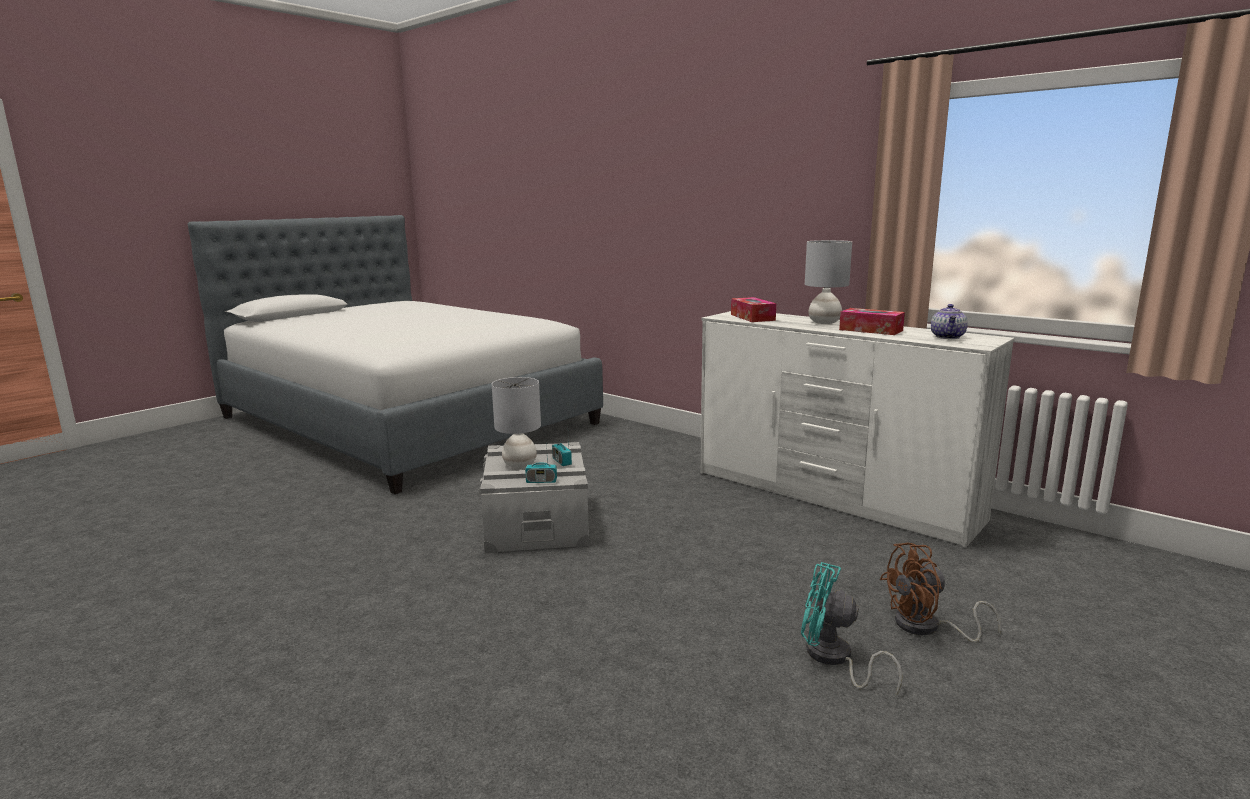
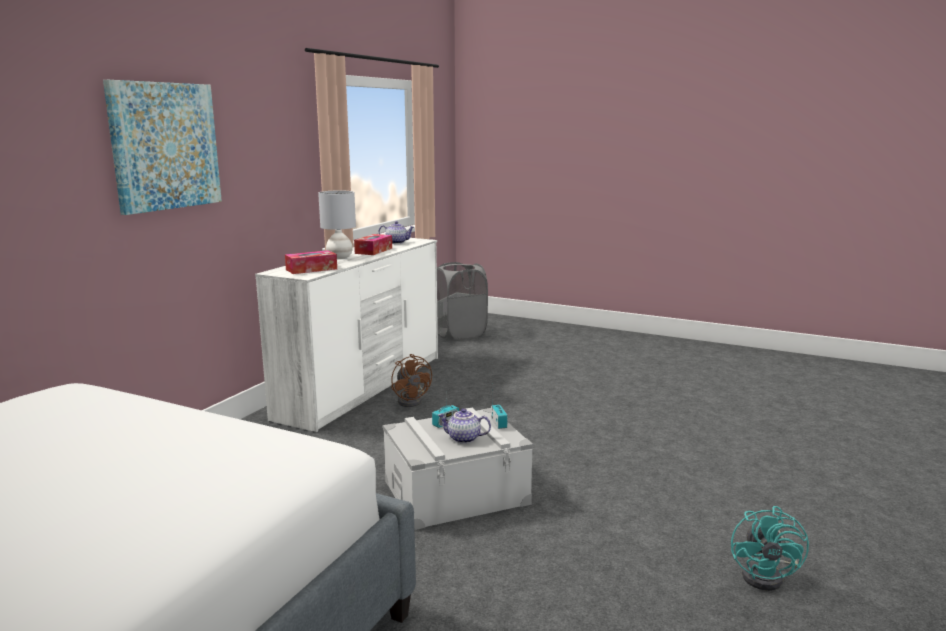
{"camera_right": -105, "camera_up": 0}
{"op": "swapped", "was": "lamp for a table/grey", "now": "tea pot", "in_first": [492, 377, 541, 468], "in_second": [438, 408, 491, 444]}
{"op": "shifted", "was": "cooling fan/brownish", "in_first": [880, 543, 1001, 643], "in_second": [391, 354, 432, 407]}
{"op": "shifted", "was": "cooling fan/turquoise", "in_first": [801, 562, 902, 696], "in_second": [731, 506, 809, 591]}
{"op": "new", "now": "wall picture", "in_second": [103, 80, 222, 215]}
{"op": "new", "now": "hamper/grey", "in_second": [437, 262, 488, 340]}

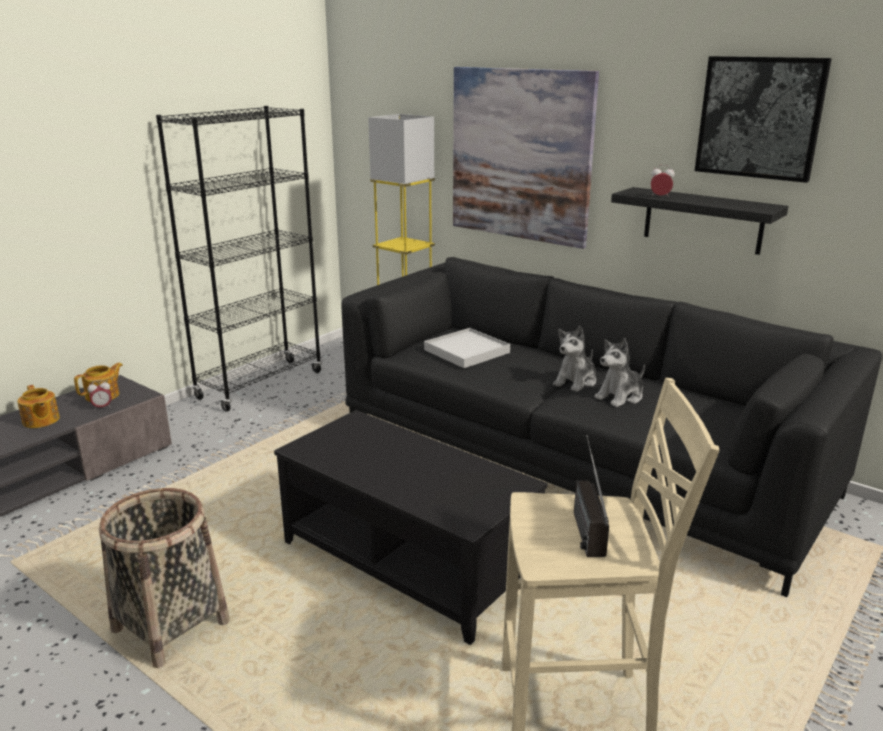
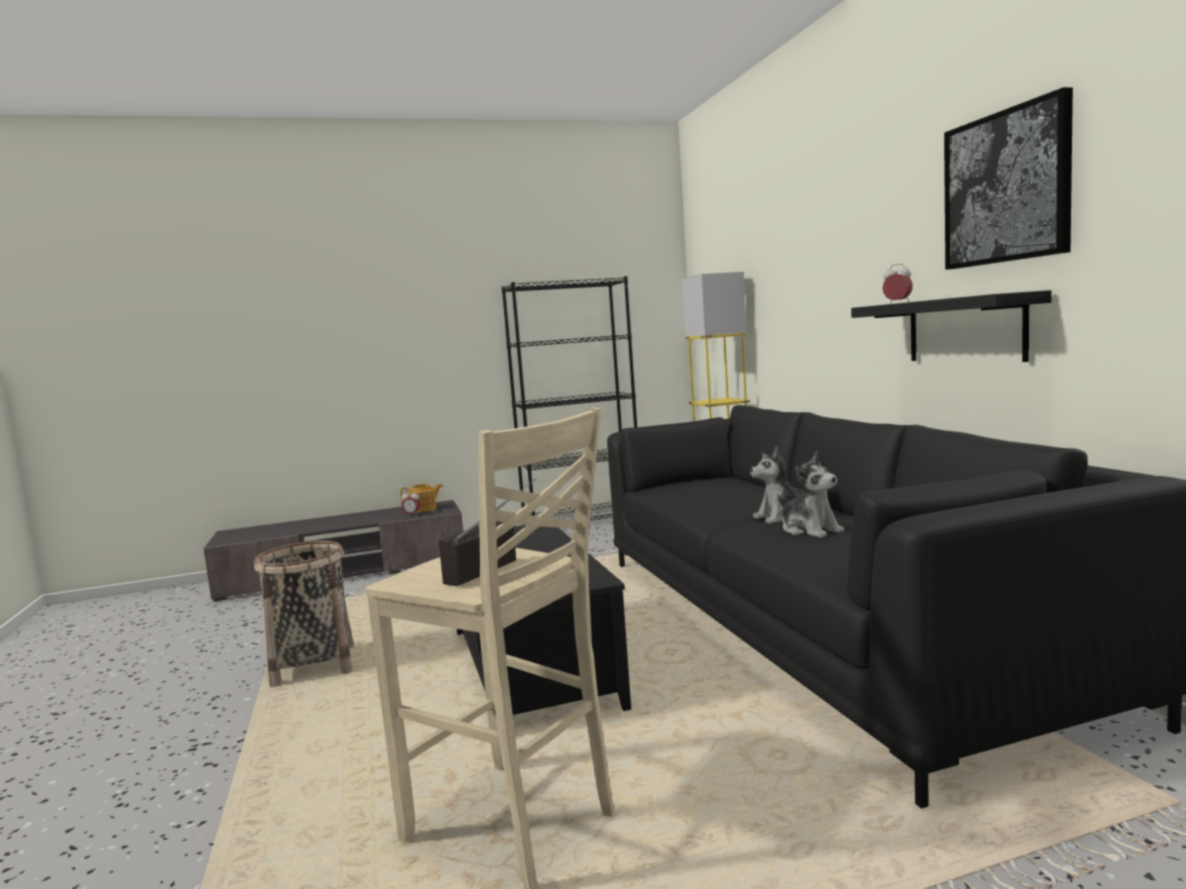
{"camera_right": 35, "camera_up": -15}
{"op": "gone", "was": "wall picture", "in_first": [453, 67, 599, 249]}
{"op": "gone", "was": "tray/whitish", "in_first": [424, 328, 510, 368]}
{"op": "rotated", "was": "soft toy", "in_first": [594, 338, 645, 407], "in_second": [777, 451, 844, 538], "clockwise": -120}
{"op": "gone", "was": "tea pot", "in_first": [17, 385, 60, 428]}

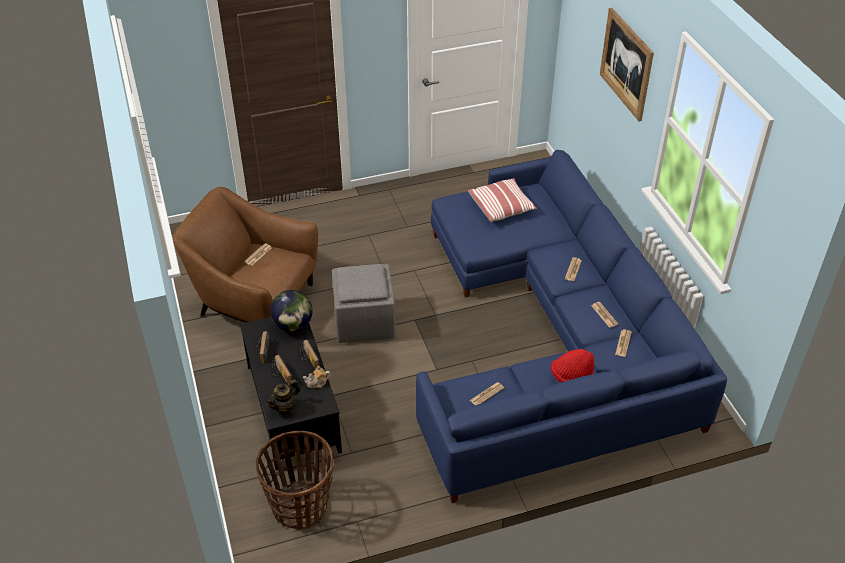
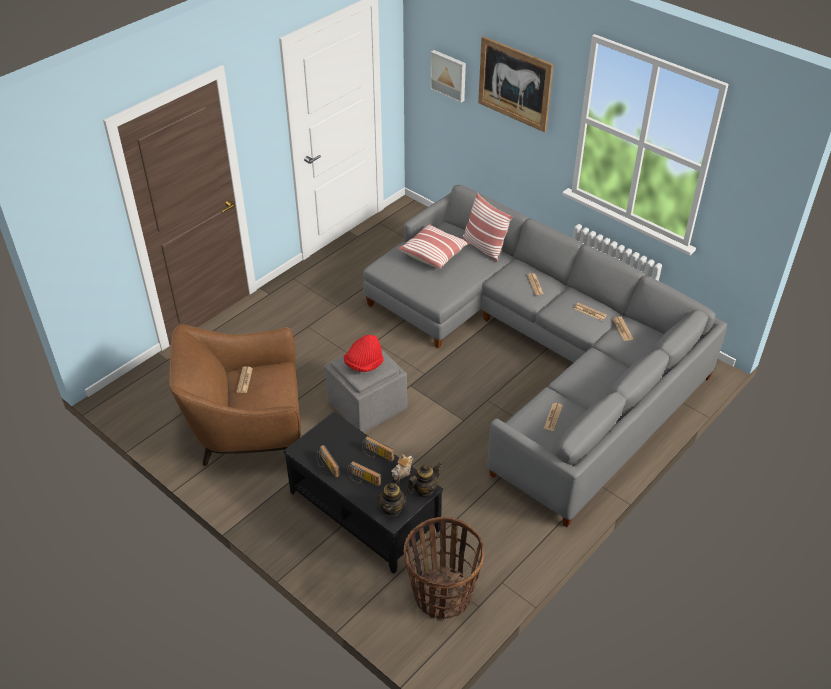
{"camera_right": -30, "camera_up": 0}
{"op": "repainted", "was": "couch/blue", "now": "couch/grey", "in_first": [416, 150, 727, 503], "in_second": [363, 185, 727, 527]}
{"op": "gone", "was": "desk globe", "in_first": [270, 290, 313, 332]}
{"op": "shifted", "was": "hat/red-coloured", "in_first": [551, 349, 594, 383], "in_second": [344, 335, 383, 372]}
{"op": "new", "now": "wall picture", "in_second": [430, 50, 466, 103]}
{"op": "new", "now": "throw pillow", "in_second": [462, 193, 513, 261]}
{"op": "new", "now": "tea pot", "in_second": [407, 463, 442, 497]}

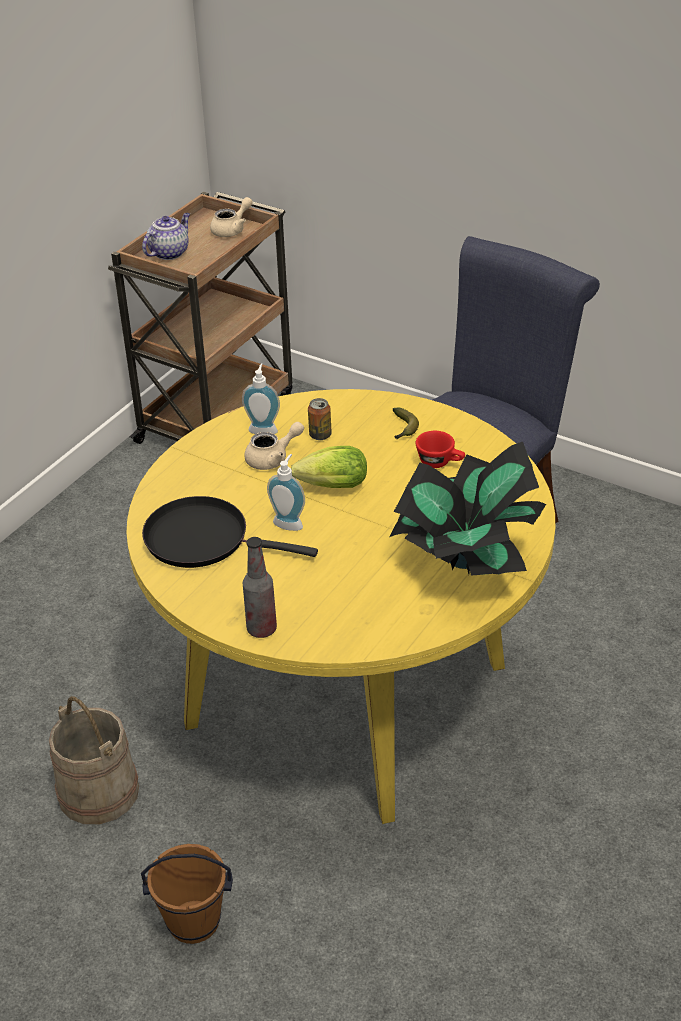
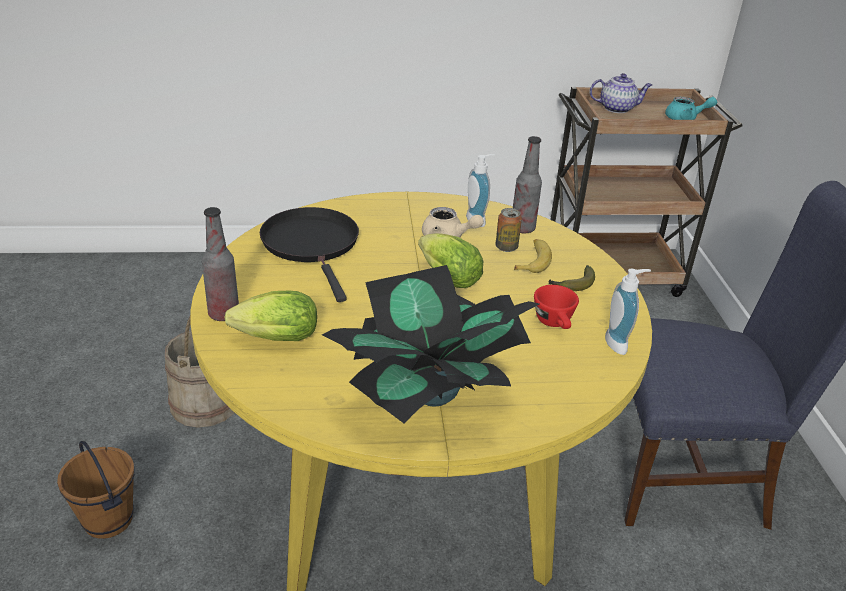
{"camera_right": 50, "camera_up": -5}
{"op": "repainted", "was": "tea pot/beige", "now": "tea pot/turquoise", "in_first": [210, 197, 253, 237], "in_second": [665, 97, 717, 120]}
{"op": "shifted", "was": "liquid soap bottle", "in_first": [267, 454, 305, 531], "in_second": [605, 269, 651, 355]}
{"op": "new", "now": "bottle", "in_second": [513, 136, 542, 233]}
{"op": "new", "now": "whole banana", "in_second": [514, 239, 552, 273]}
{"op": "new", "now": "lettuce head", "in_second": [224, 291, 317, 341]}

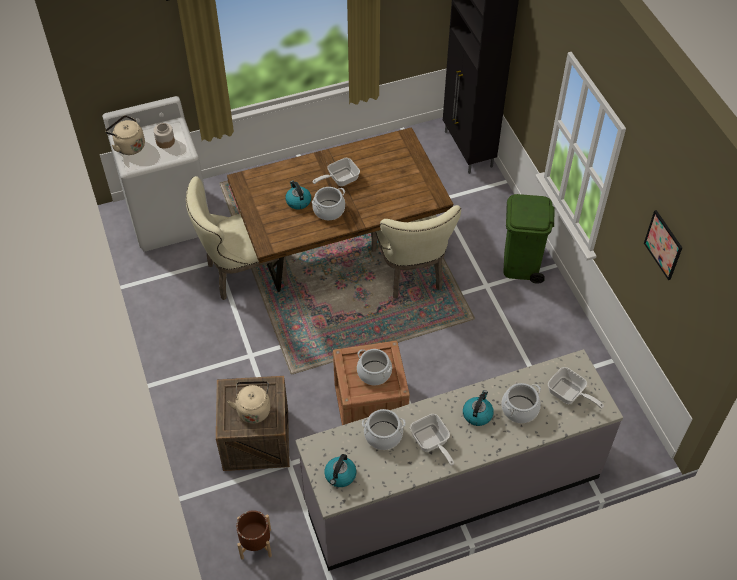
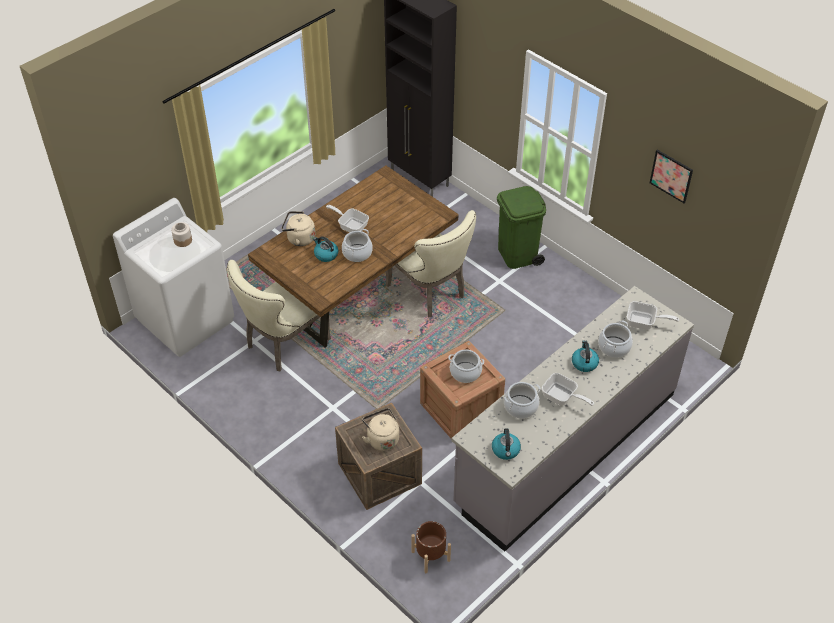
{"camera_right": -25, "camera_up": -5}
{"op": "shifted", "was": "kettle/beige", "in_first": [105, 115, 145, 155], "in_second": [281, 211, 315, 246]}
{"op": "rotated", "was": "pan", "in_first": [313, 158, 360, 186], "in_second": [326, 205, 369, 233], "clockwise": 90}

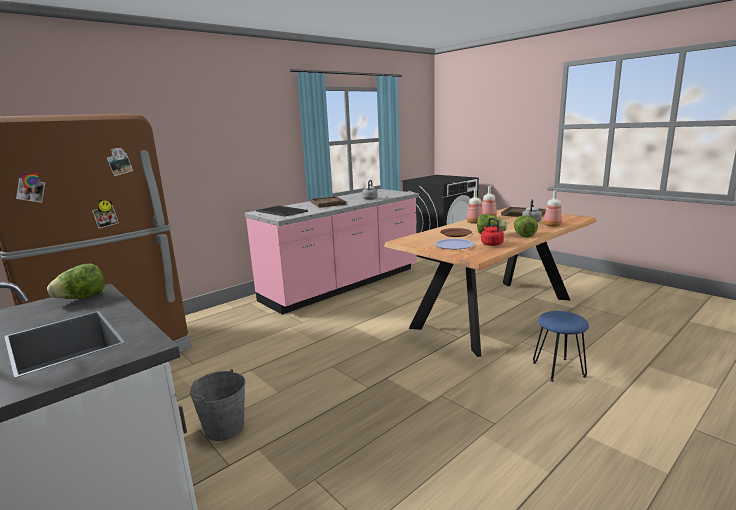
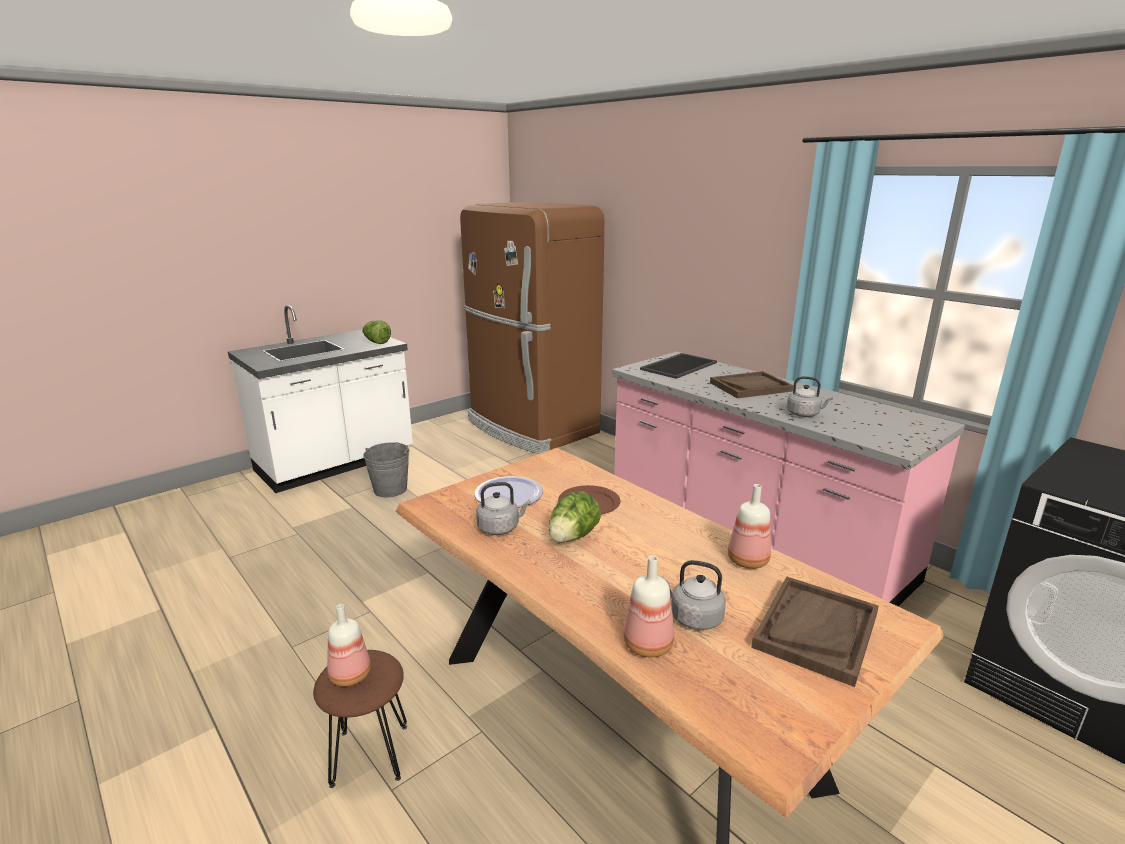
{"camera_right": 90, "camera_up": 5}
{"op": "shifted", "was": "bottle", "in_first": [467, 189, 483, 224], "in_second": [327, 604, 371, 687]}
{"op": "gone", "was": "lettuce head", "in_first": [514, 215, 538, 237]}
{"op": "repainted", "was": "kettle/red-coloured", "now": "kettle/grey", "in_first": [481, 217, 504, 246], "in_second": [476, 482, 531, 535]}
{"op": "repainted", "was": "stool seat/blue", "now": "stool seat/brownish", "in_first": [533, 311, 589, 382], "in_second": [313, 650, 407, 788]}

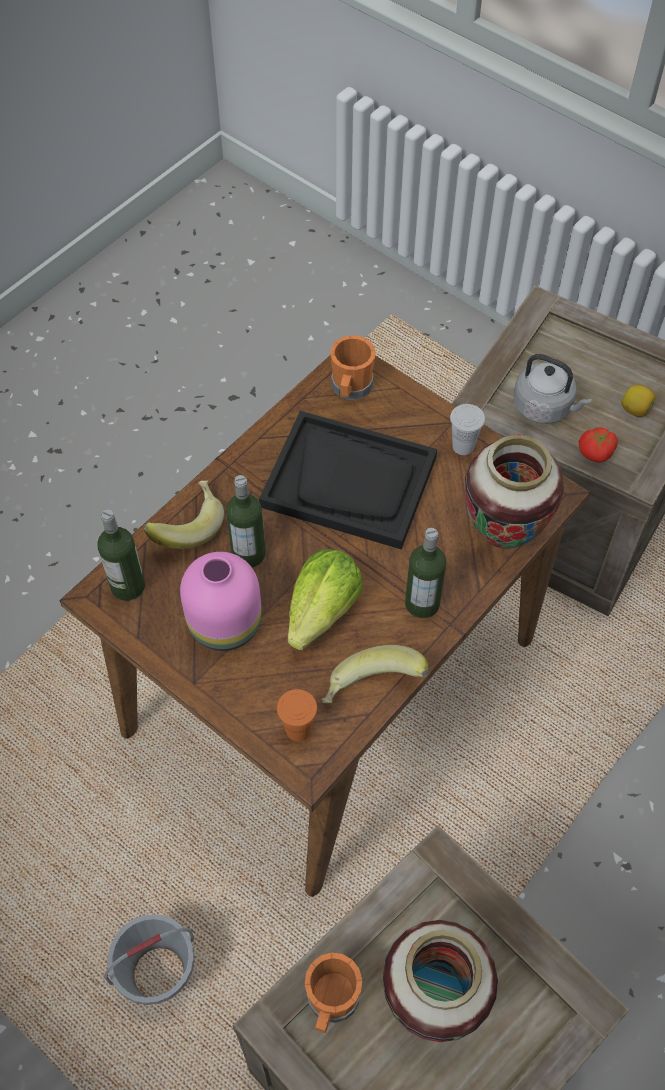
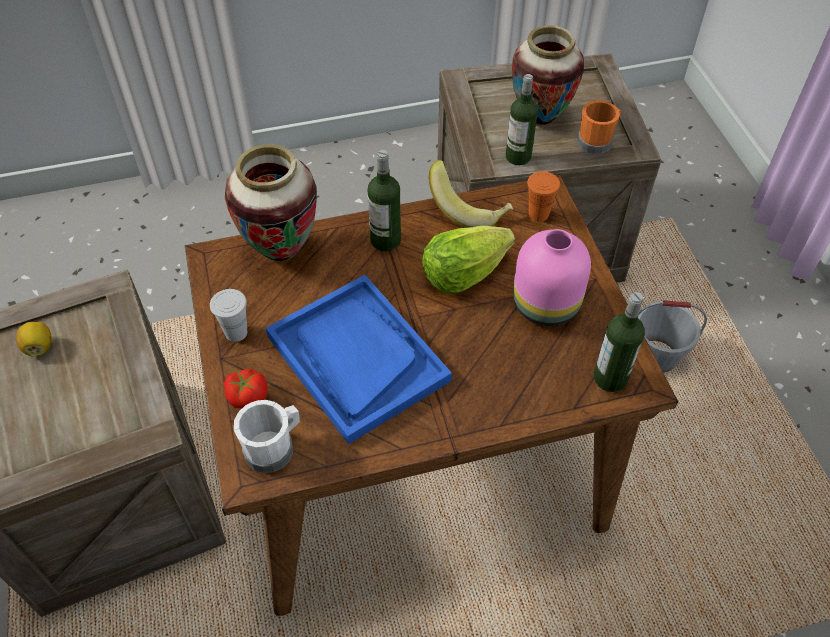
{"camera_right": -145, "camera_up": -5}
{"op": "repainted", "was": "mug/orange-coloured", "now": "mug/whitish", "in_first": [330, 335, 375, 400], "in_second": [234, 400, 300, 473]}
{"op": "gone", "was": "kettle/grey", "in_first": [513, 354, 592, 424]}
{"op": "repainted", "was": "tray/black-coloured", "now": "tray/blue", "in_first": [259, 411, 437, 549], "in_second": [266, 275, 452, 444]}
{"op": "shifted", "was": "tomato", "in_first": [579, 427, 618, 463], "in_second": [224, 369, 268, 409]}
{"op": "shifted", "was": "bottle", "in_first": [226, 475, 266, 567], "in_second": [506, 74, 538, 165]}
{"op": "gone", "was": "whole banana", "in_first": [144, 480, 224, 549]}

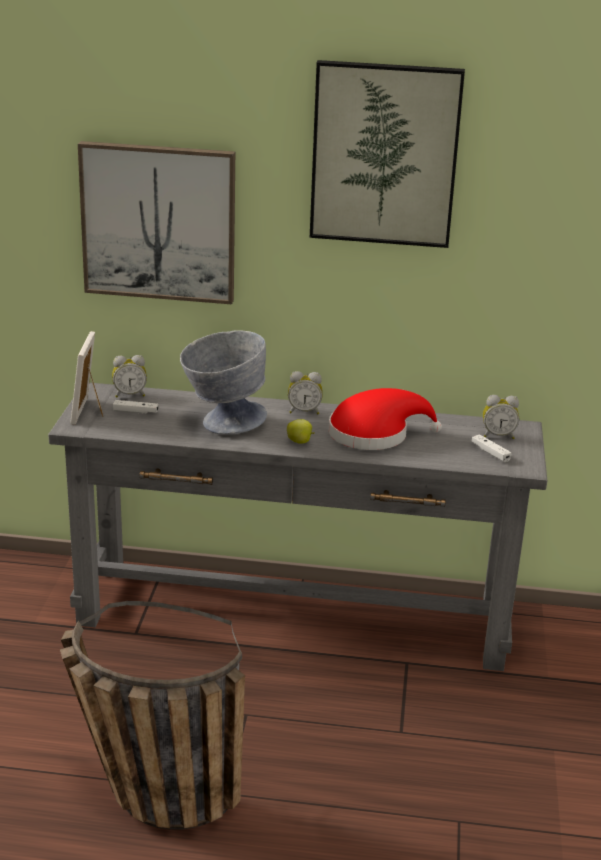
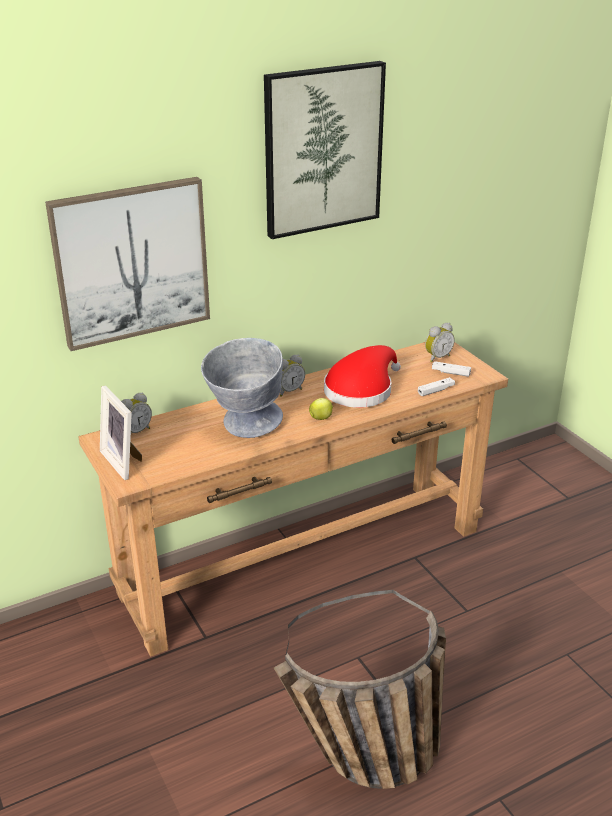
{"camera_right": -35, "camera_up": 5}
{"op": "repainted", "was": "hall table/grey", "now": "hall table/brownish", "in_first": [48, 382, 548, 671], "in_second": [78, 342, 508, 656]}
{"op": "shifted", "was": "gamepad/whitish", "in_first": [113, 400, 159, 414], "in_second": [418, 377, 455, 396]}

